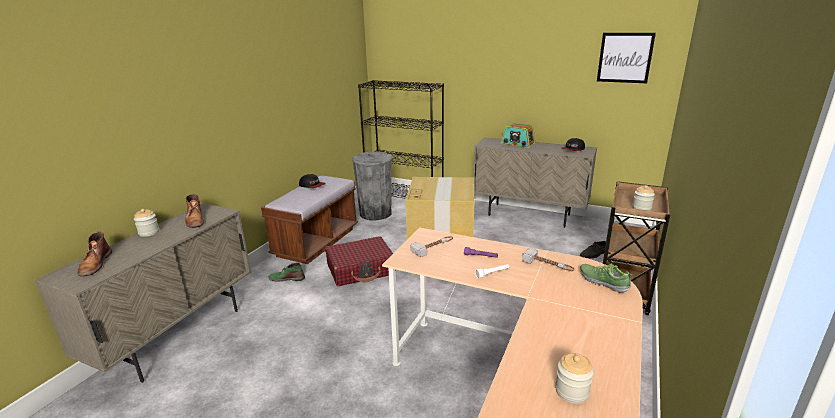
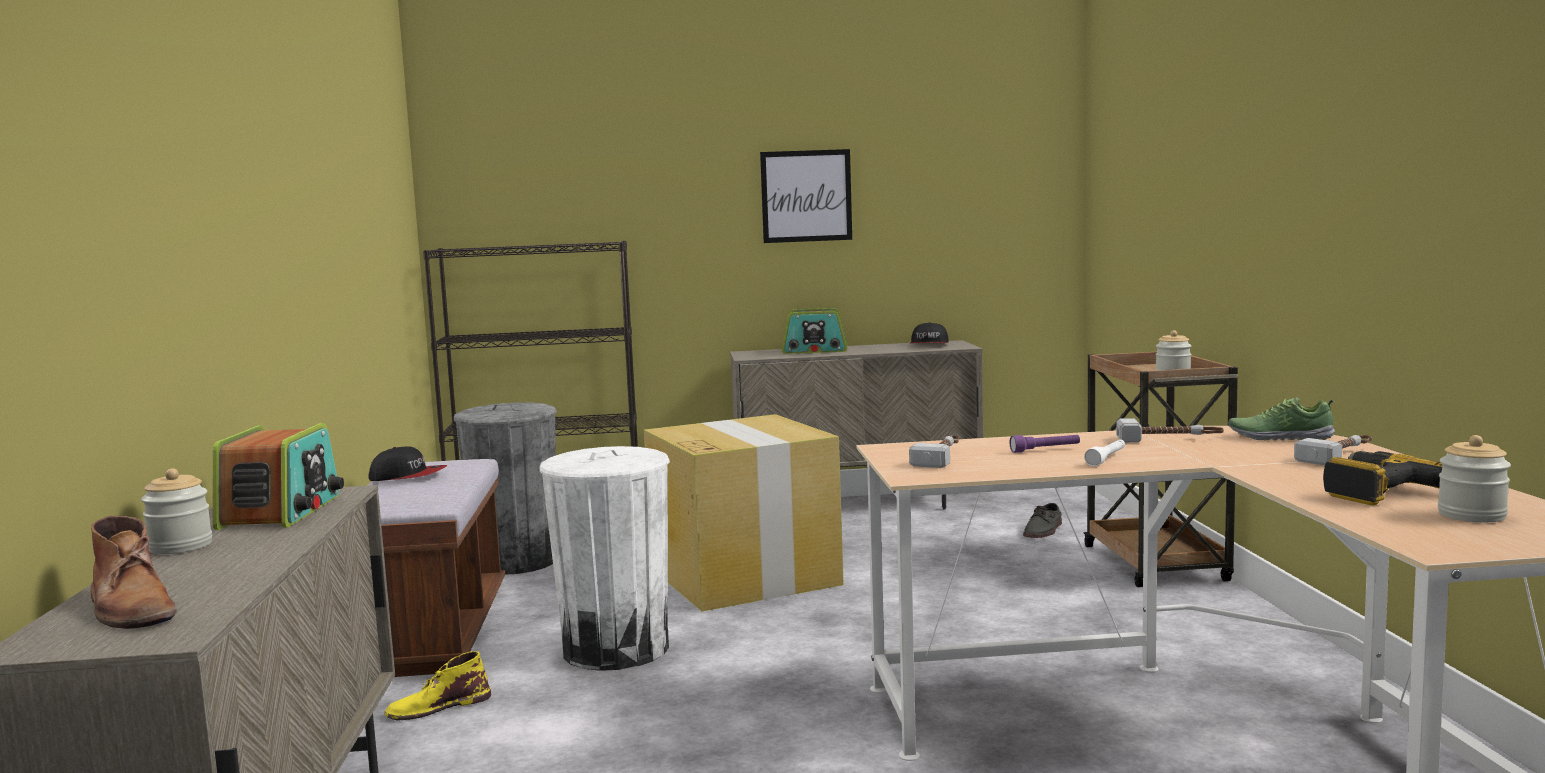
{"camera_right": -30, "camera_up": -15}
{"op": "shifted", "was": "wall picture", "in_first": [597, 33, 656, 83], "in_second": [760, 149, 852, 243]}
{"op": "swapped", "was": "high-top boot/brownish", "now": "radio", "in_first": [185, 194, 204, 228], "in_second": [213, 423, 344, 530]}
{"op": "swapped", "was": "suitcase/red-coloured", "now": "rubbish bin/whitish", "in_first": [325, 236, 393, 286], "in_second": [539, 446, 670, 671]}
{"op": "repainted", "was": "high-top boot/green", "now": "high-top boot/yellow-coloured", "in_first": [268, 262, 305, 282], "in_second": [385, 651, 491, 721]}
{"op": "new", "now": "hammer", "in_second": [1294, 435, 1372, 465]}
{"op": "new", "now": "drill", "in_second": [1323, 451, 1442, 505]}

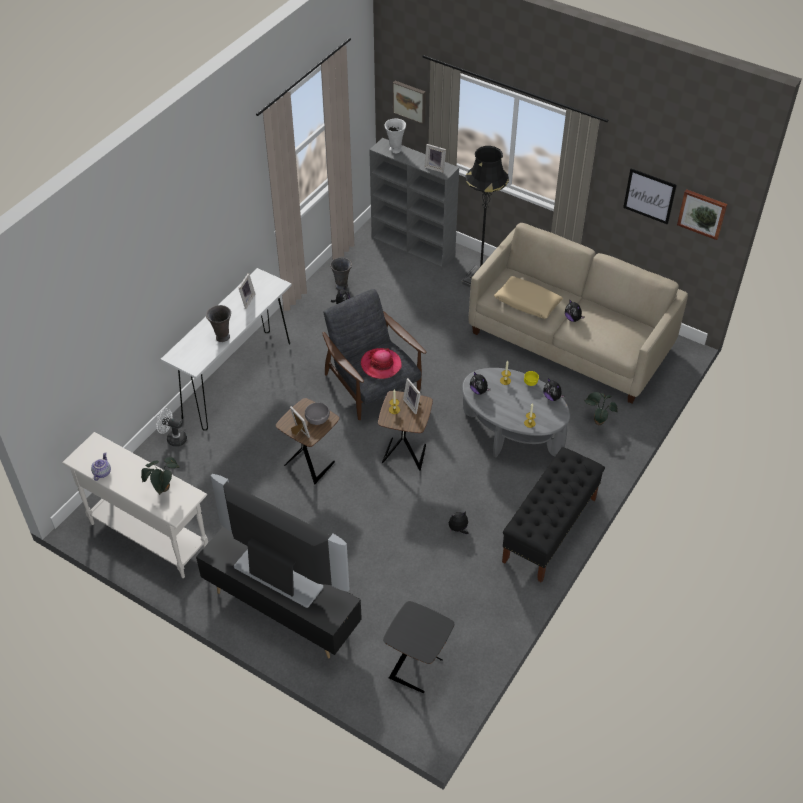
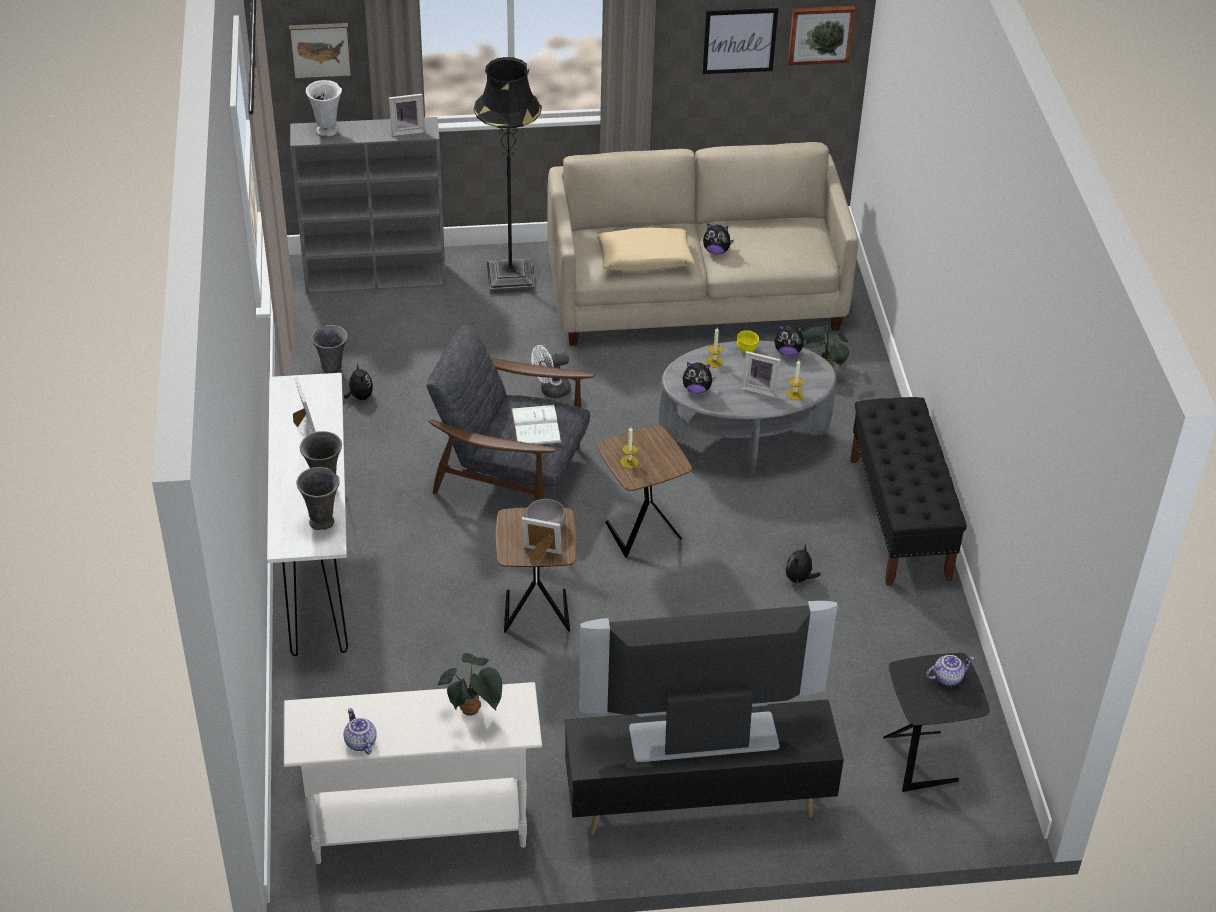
{"camera_right": -40, "camera_up": -5}
{"op": "swapped", "was": "hat", "now": "bound book/whitish", "in_first": [361, 348, 402, 379], "in_second": [511, 405, 561, 445]}
{"op": "shifted", "was": "photo frame", "in_first": [403, 378, 421, 414], "in_second": [741, 351, 781, 397]}
{"op": "shifted", "was": "cooling fan/whitish", "in_first": [156, 408, 187, 447], "in_second": [531, 345, 571, 398]}
{"op": "new", "now": "flower vase/grey", "in_second": [296, 467, 340, 530]}
{"op": "new", "now": "tea pot", "in_second": [926, 655, 974, 686]}

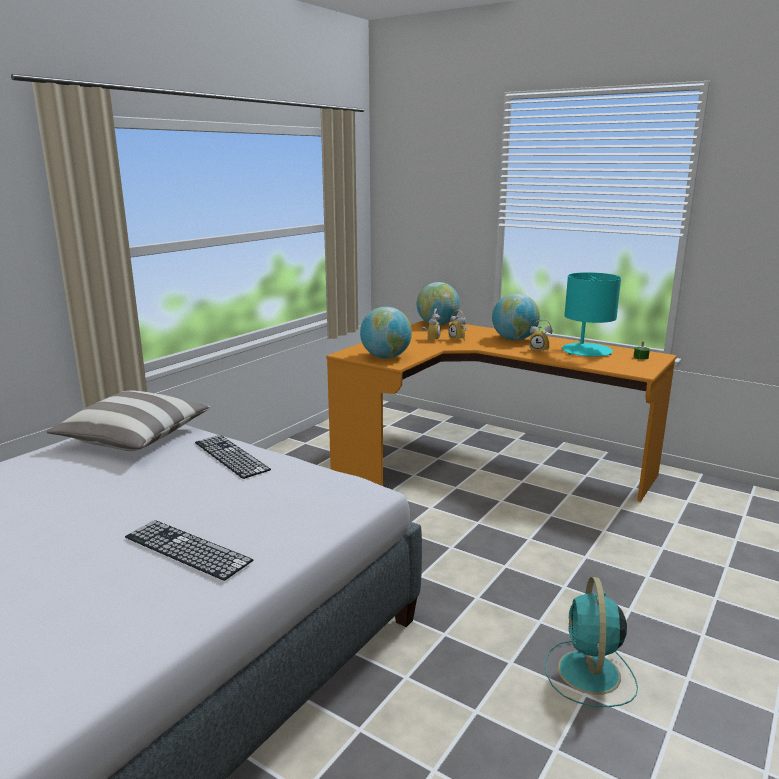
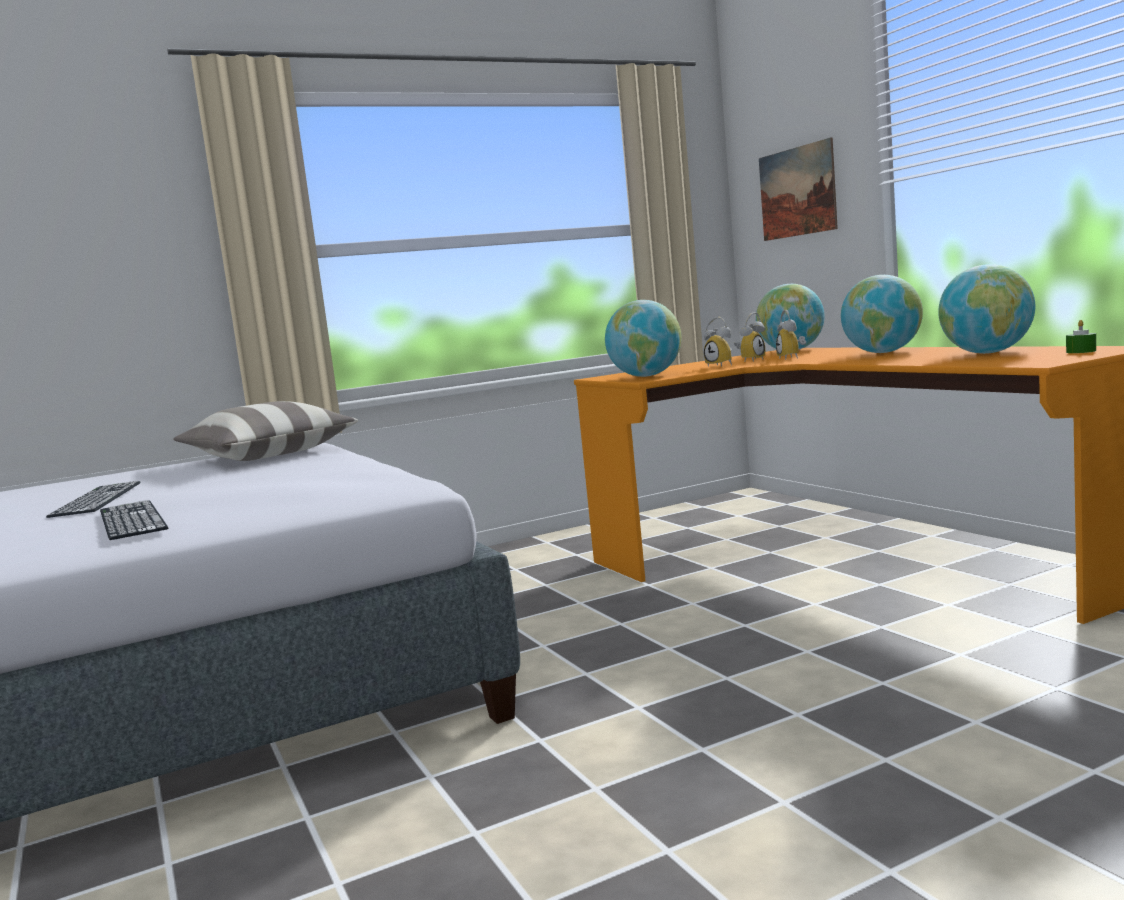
{"camera_right": 30, "camera_up": -10}
{"op": "swapped", "was": "lamp for a table/turquoise", "now": "desk globe", "in_first": [562, 272, 621, 356], "in_second": [938, 264, 1035, 354]}
{"op": "shifted", "was": "table clock", "in_first": [530, 319, 552, 352], "in_second": [704, 317, 732, 367]}
{"op": "shifted", "was": "keyboard", "in_first": [195, 435, 271, 479], "in_second": [46, 481, 141, 518]}
{"op": "gone", "was": "cooling fan/turquoise", "in_first": [545, 577, 638, 707]}
{"op": "new", "now": "wall picture", "in_second": [759, 137, 838, 241]}

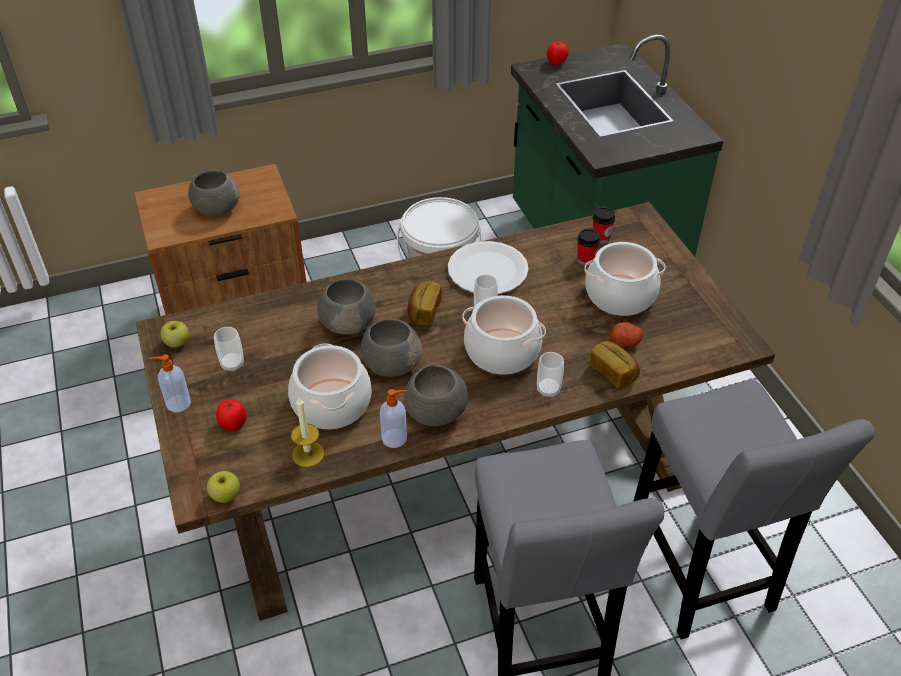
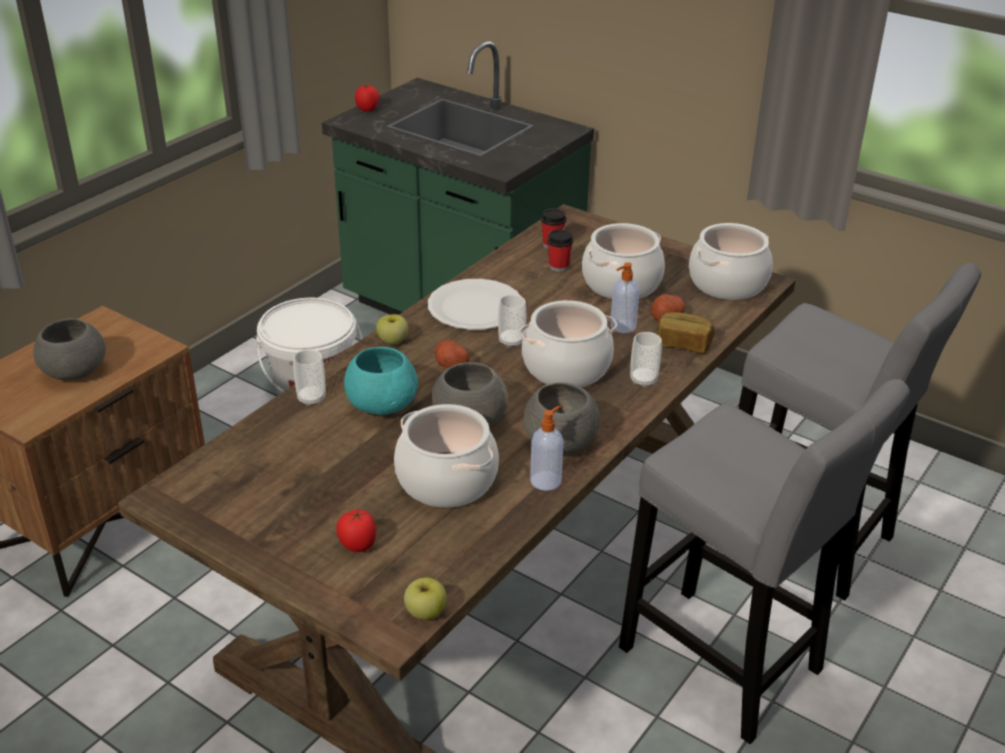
{"camera_right": -35, "camera_up": -10}
{"op": "repainted", "was": "deep dish/grey", "now": "deep dish/turquoise", "in_first": [317, 279, 376, 335], "in_second": [344, 347, 418, 415]}
{"op": "swapped", "was": "baked bread", "now": "whole potato", "in_first": [407, 281, 442, 326], "in_second": [435, 340, 469, 368]}
{"op": "shifted", "was": "apple", "in_first": [161, 321, 189, 348], "in_second": [376, 314, 408, 344]}
{"op": "shifted", "was": "cup", "in_first": [214, 327, 244, 372], "in_second": [293, 349, 326, 406]}
{"op": "shifted", "was": "liquid soap bottle", "in_first": [150, 354, 191, 413], "in_second": [610, 262, 639, 333]}
{"op": "gone", "was": "wax light", "in_first": [291, 397, 324, 467]}
{"op": "new", "now": "cooking pot", "in_second": [689, 223, 773, 300]}

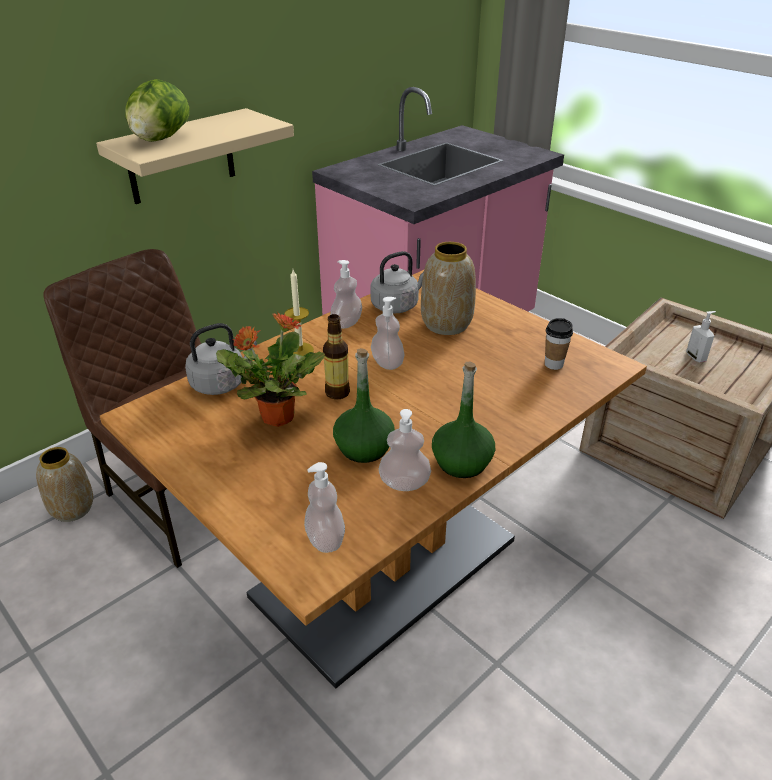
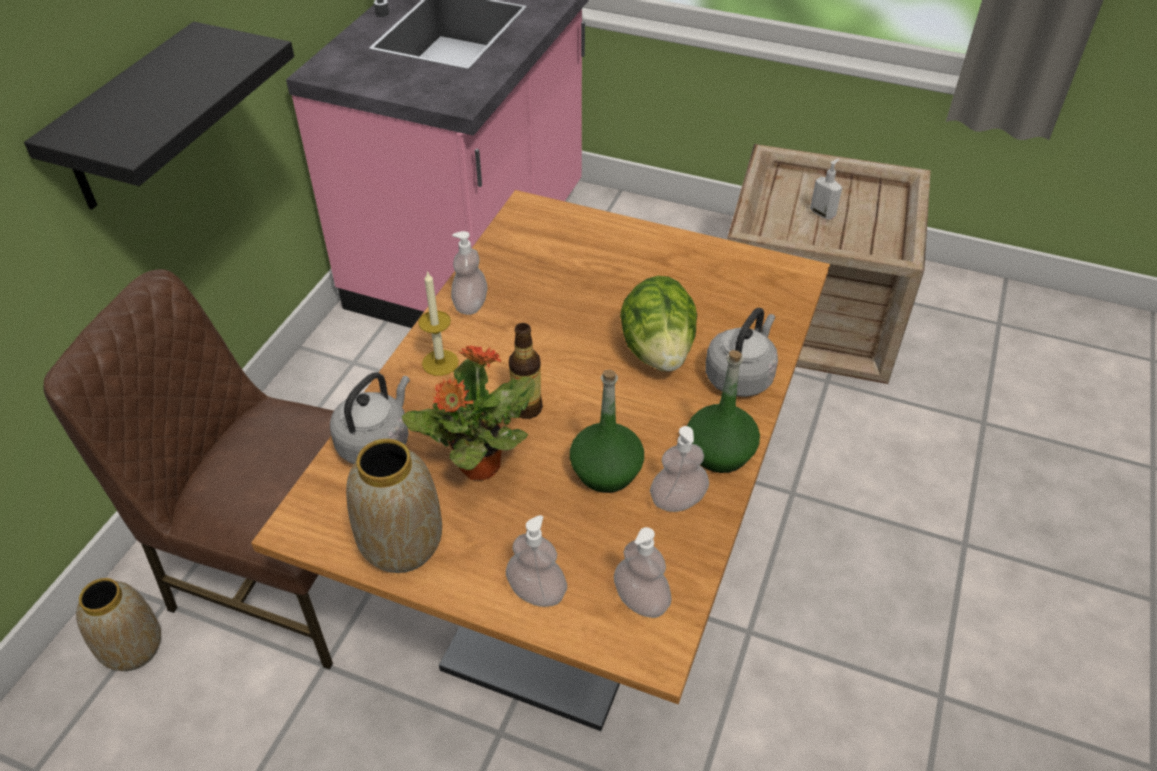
{"camera_right": -25, "camera_up": 10}
{"op": "shifted", "was": "lettuce head", "in_first": [125, 79, 190, 142], "in_second": [620, 276, 697, 372]}
{"op": "repainted", "was": "wall shelf/beige", "now": "wall shelf/black-coloured", "in_first": [96, 108, 294, 204], "in_second": [24, 22, 294, 210]}
{"op": "shifted", "was": "flower vase", "in_first": [421, 242, 476, 335], "in_second": [346, 439, 442, 573]}
{"op": "shifted", "was": "kettle/grey", "in_first": [370, 251, 424, 313], "in_second": [705, 308, 778, 397]}
{"op": "shifted", "was": "liquid soap bottle", "in_first": [371, 297, 405, 370], "in_second": [506, 515, 567, 607]}
{"op": "gone", "was": "cup", "in_first": [545, 318, 573, 370]}

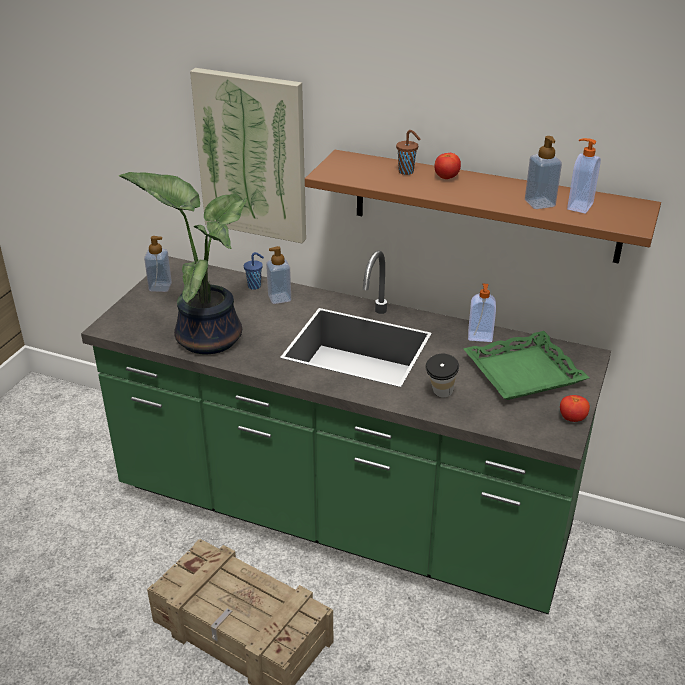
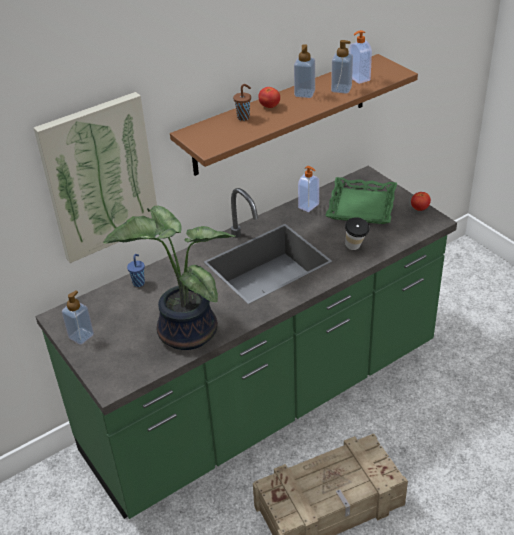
{"camera_right": -55, "camera_up": 5}
{"op": "shifted", "was": "liquid soap bottle", "in_first": [266, 246, 291, 304], "in_second": [294, 44, 315, 98]}

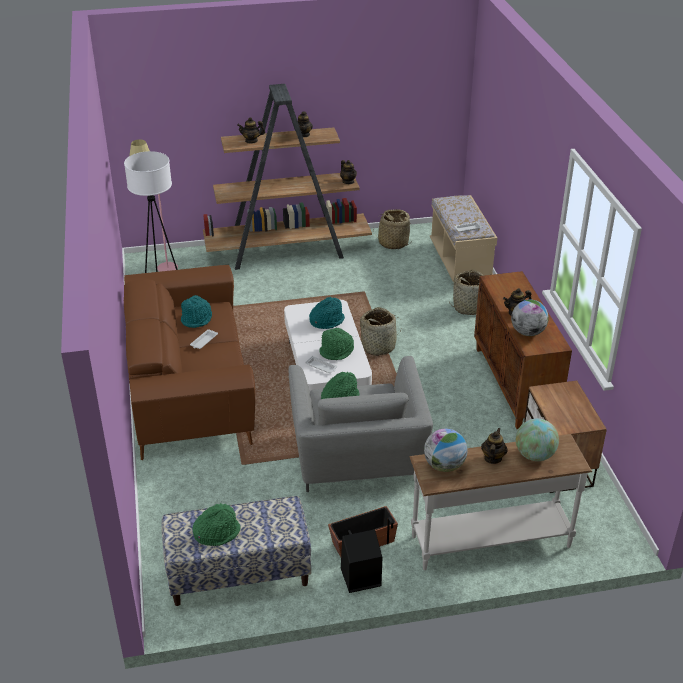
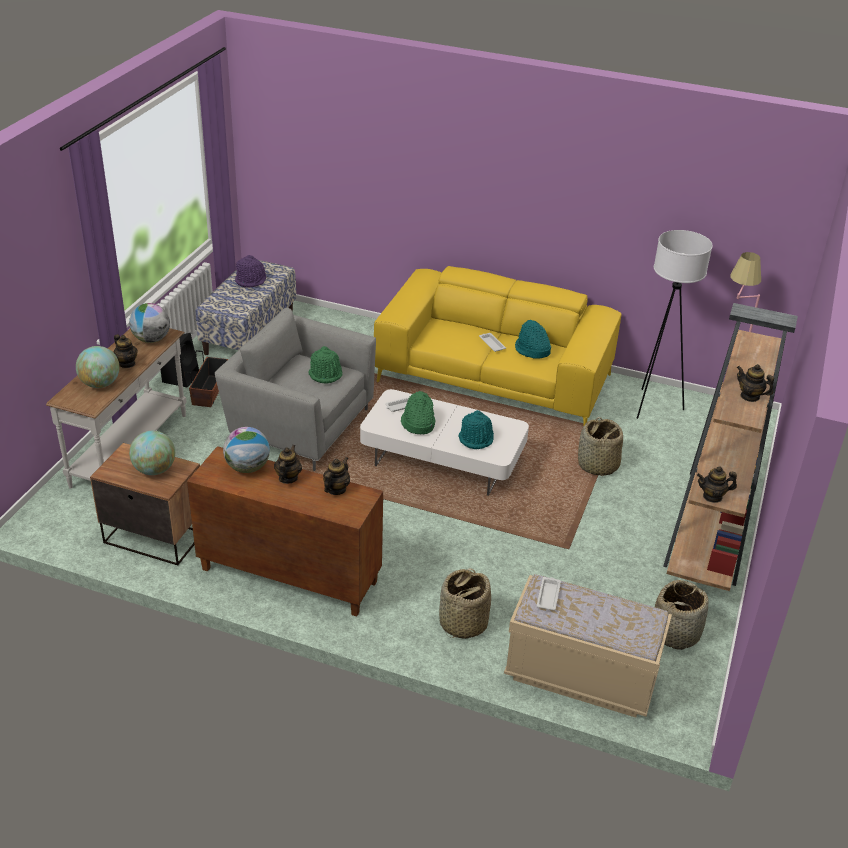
{"camera_right": 120, "camera_up": 0}
{"op": "shifted", "was": "tea pot", "in_first": [237, 117, 265, 144], "in_second": [323, 457, 350, 495]}
{"op": "repainted", "was": "couch/brownish", "now": "couch/yellow-coloured", "in_first": [124, 265, 255, 460], "in_second": [374, 266, 622, 427]}
{"op": "shifted", "was": "storage basket", "in_first": [360, 307, 400, 356], "in_second": [578, 417, 623, 476]}
{"op": "repainted", "was": "hat/green", "now": "hat/purple", "in_first": [192, 503, 241, 546], "in_second": [235, 255, 266, 288]}
{"op": "new", "now": "desk globe", "in_second": [129, 431, 175, 475]}

